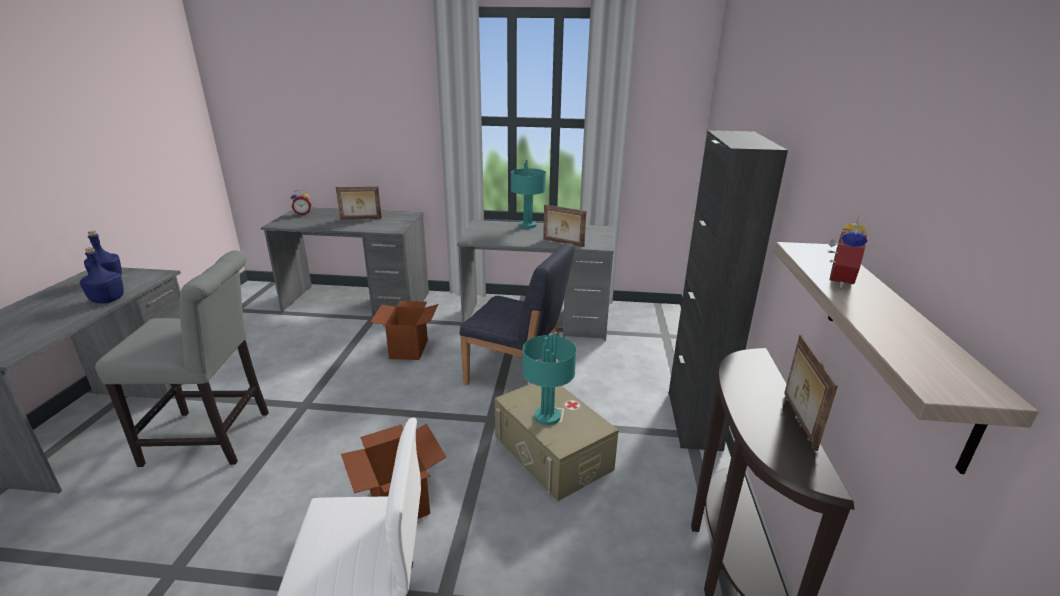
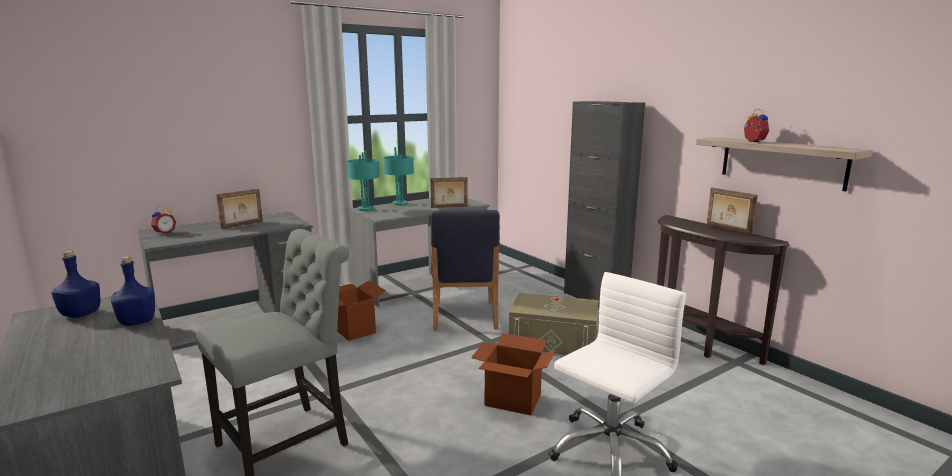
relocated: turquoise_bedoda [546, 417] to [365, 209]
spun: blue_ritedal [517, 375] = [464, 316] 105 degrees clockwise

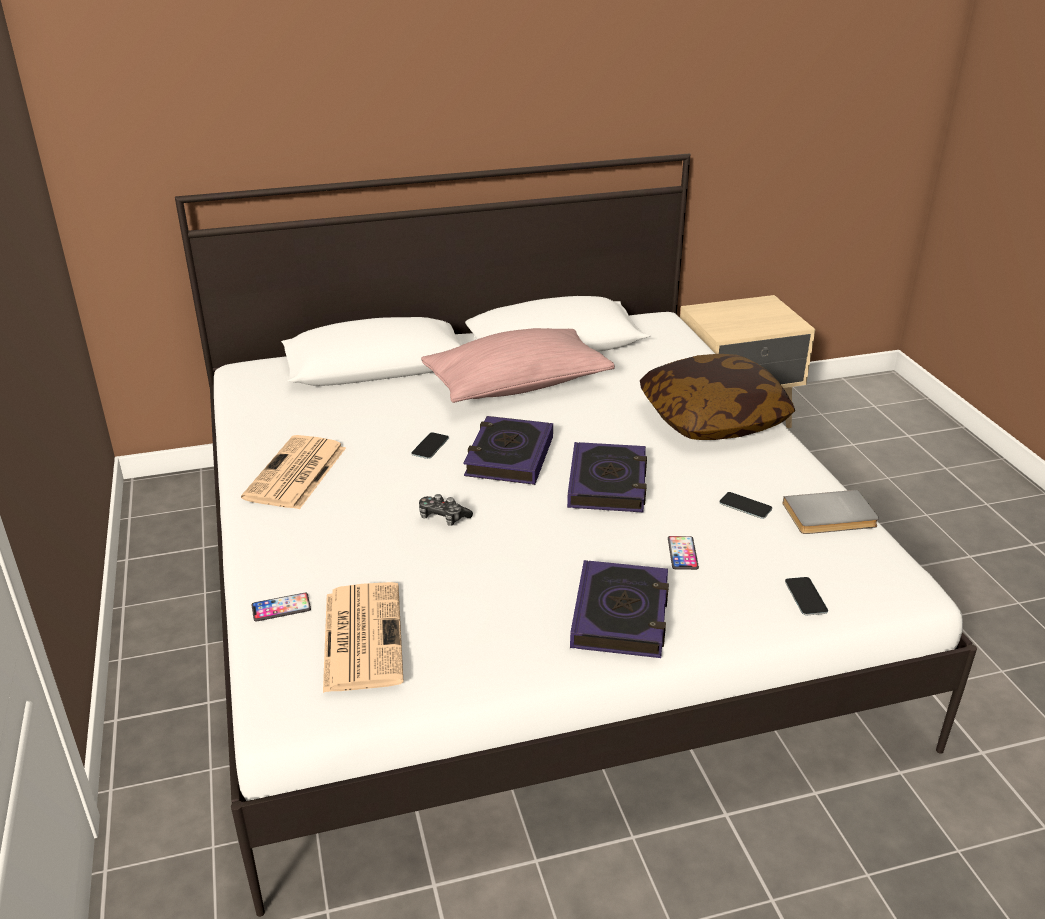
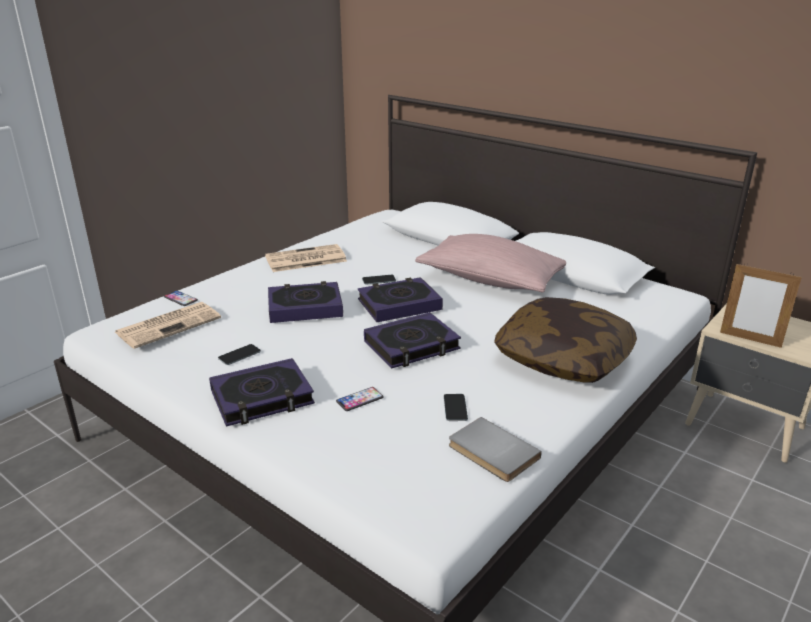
appeared: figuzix [750, 339]
relocated: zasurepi [805, 596] to [239, 355]
exchanged: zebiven [443, 517] to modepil [305, 307]

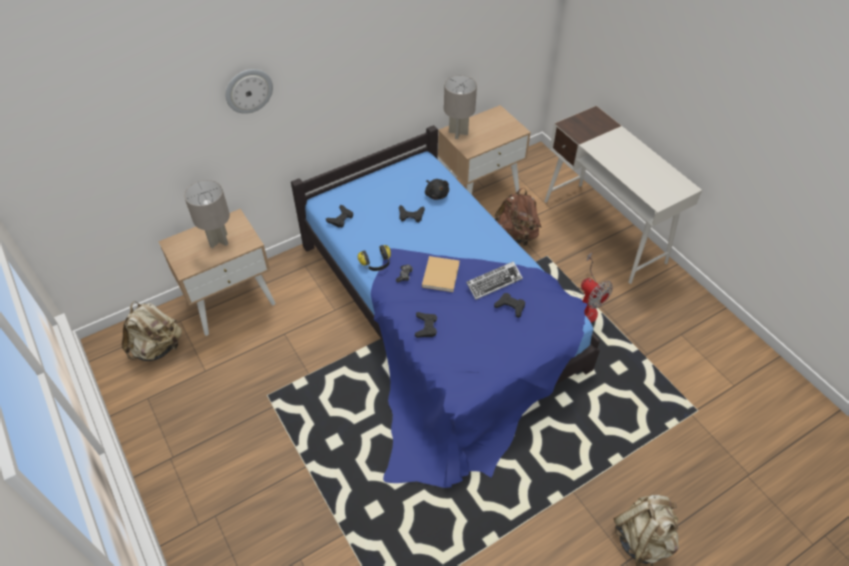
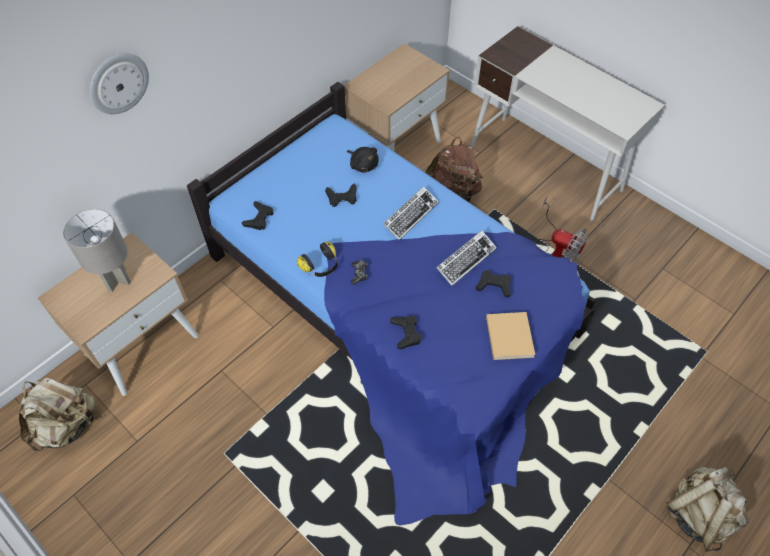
missing: grey_bedoda [458, 132]
appeared: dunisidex [410, 215]
relocated: beige_modepil [441, 274] to [509, 335]

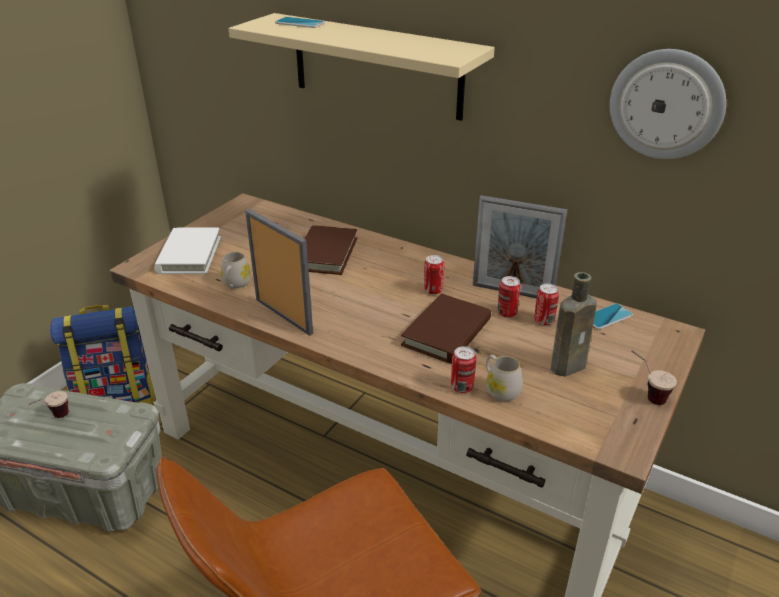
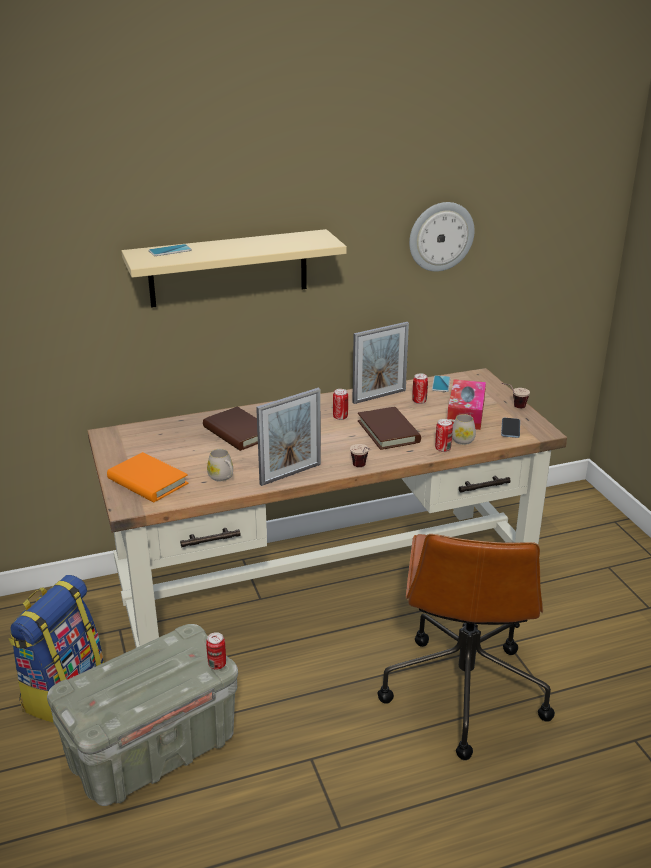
appeared: zasurepi [510, 429]
relocated: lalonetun [507, 313] to [217, 664]; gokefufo [54, 418] to [362, 468]
exchanged: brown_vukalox [569, 365] to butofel [465, 413]
colour: white_modepil [189, 255] to orange_modepil [147, 481]
spun: figuzix [283, 316] = [290, 474] 150 degrees clockwise

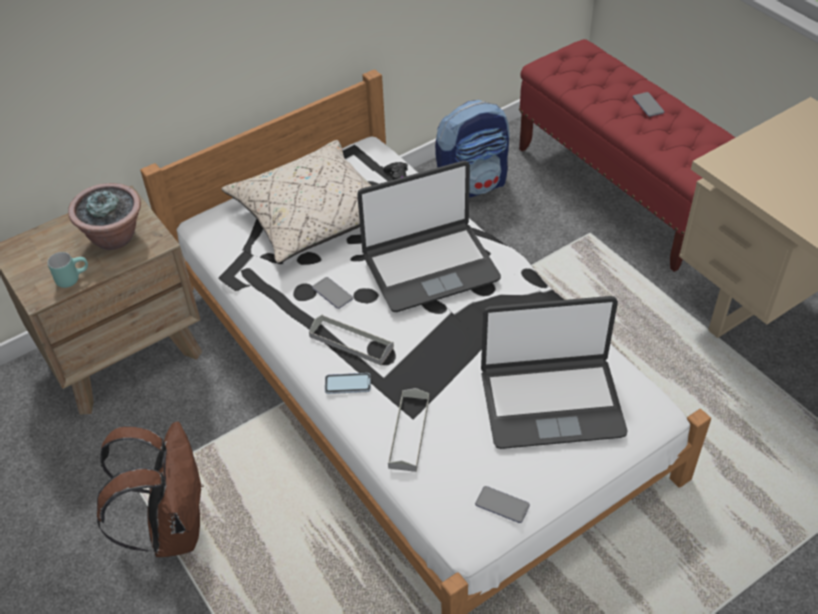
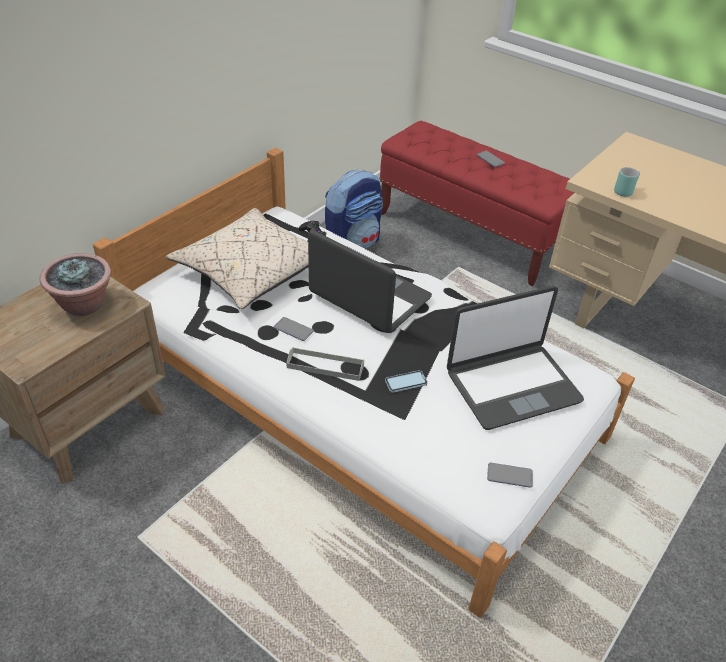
missing: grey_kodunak [409, 432]; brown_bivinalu [173, 527]
relocated: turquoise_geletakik [72, 278] to [624, 190]; zasurepi [347, 384] to [406, 382]
spun: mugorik [430, 267] = [369, 297] 105 degrees counterclockwise

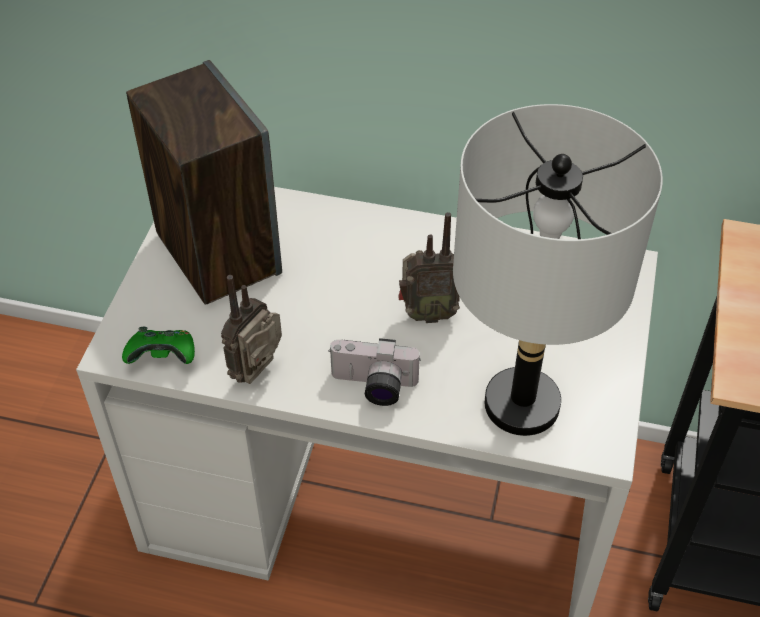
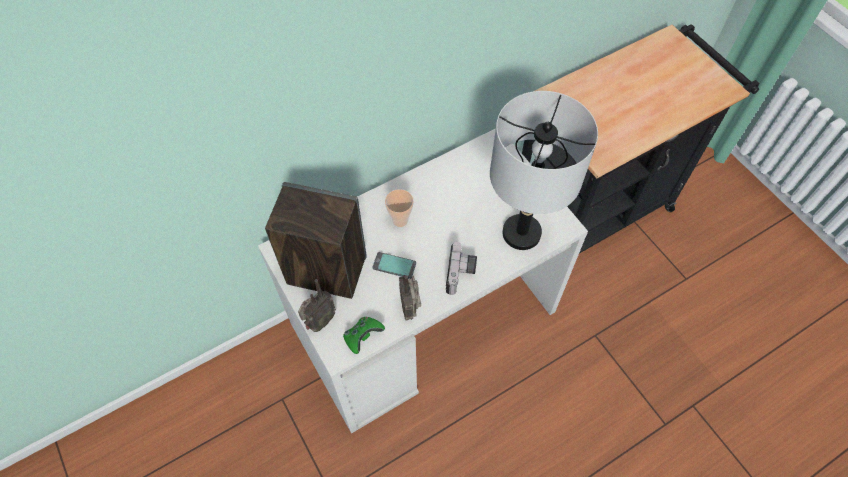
appeared: gokefufo [400, 220]; zasurepi [394, 266]
relocated: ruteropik [427, 313] to [319, 322]
spun: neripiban [373, 387] = [461, 274] 45 degrees counterclockwise

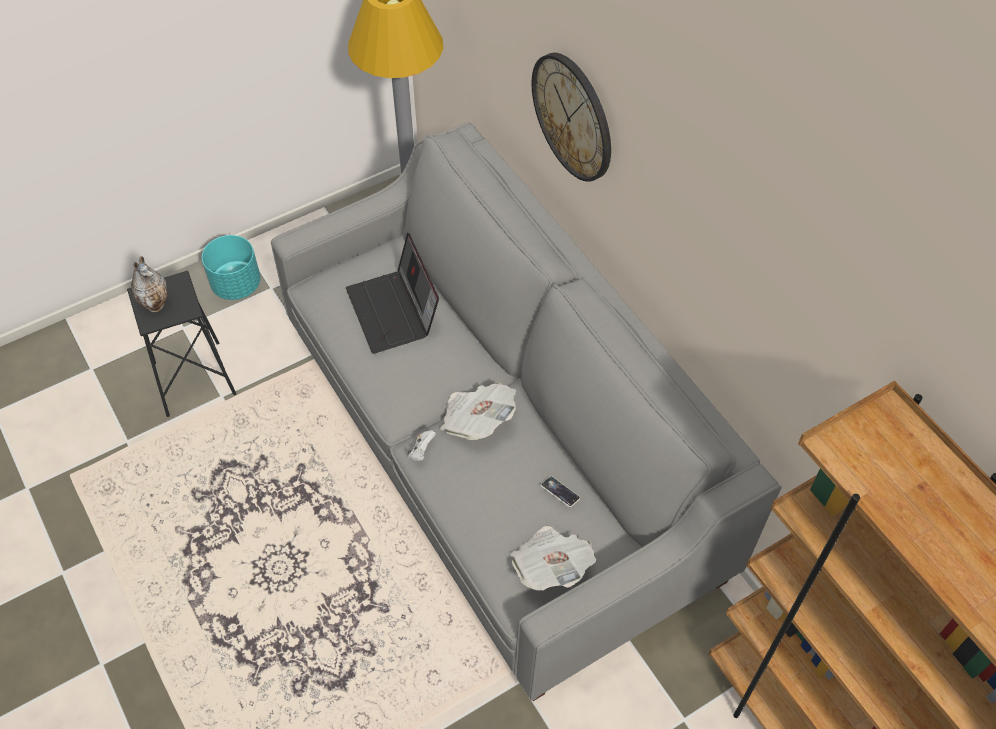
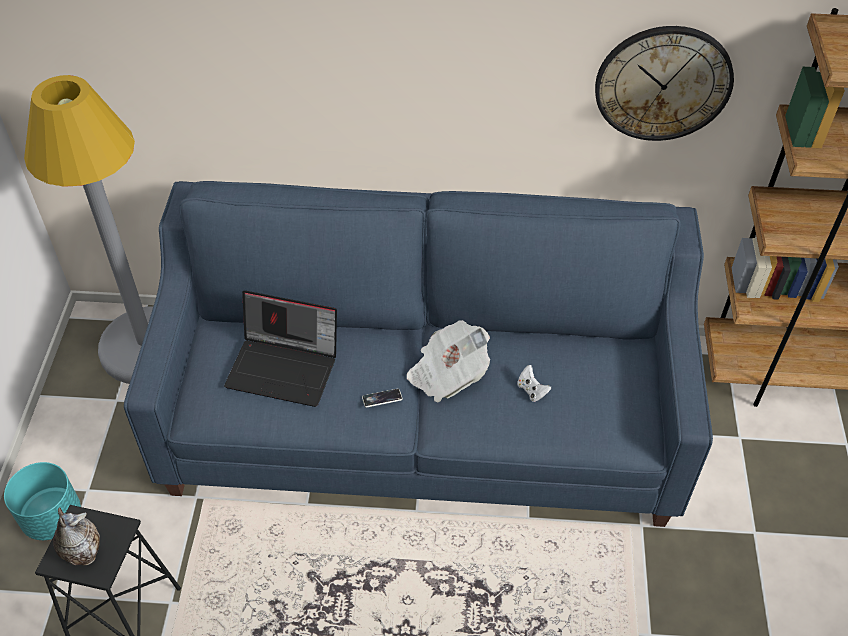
missing: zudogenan [551, 566]
relocated: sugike [573, 116] to [663, 83]; white_zebiven [421, 451] to [531, 390]; zasurepi [560, 493] to [382, 399]
colour: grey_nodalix [499, 452] to blue_nodalix [423, 416]

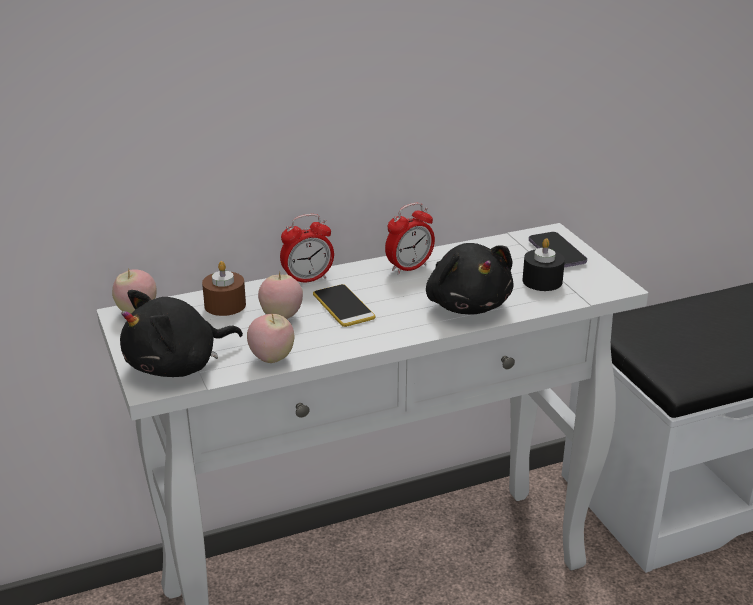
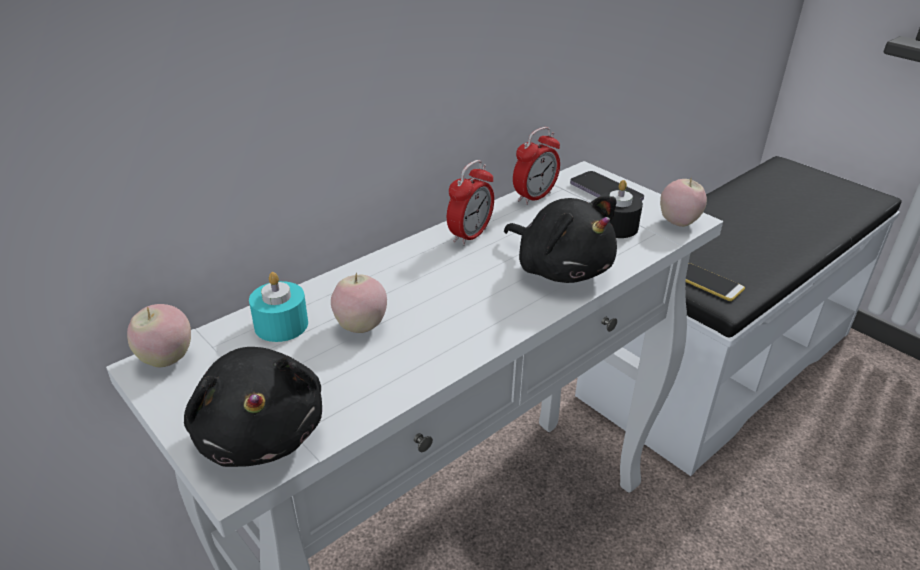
relocated: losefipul [307, 279] to [534, 197]; zasurepi [343, 306] to [708, 282]; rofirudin [271, 358] to [678, 223]
colour: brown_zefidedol [225, 305] to turquoise_zefidedol [281, 325]
spun: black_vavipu [177, 365] = [261, 432] 60 degrees counterclockwise

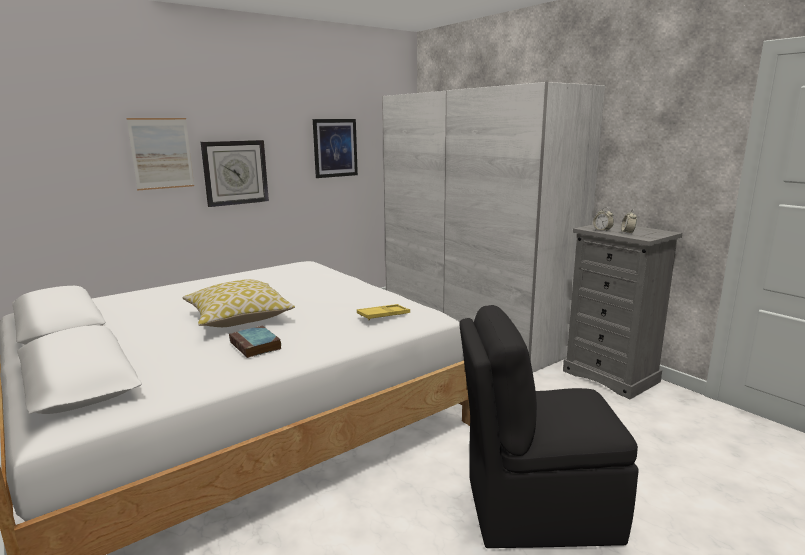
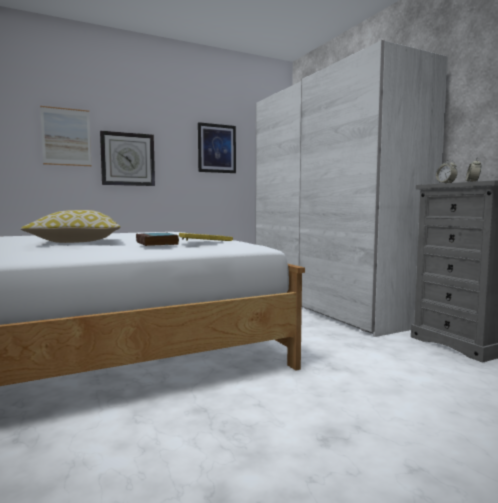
missing: black_ritedal [536, 508]
relocated: modepil [256, 346] to [157, 243]

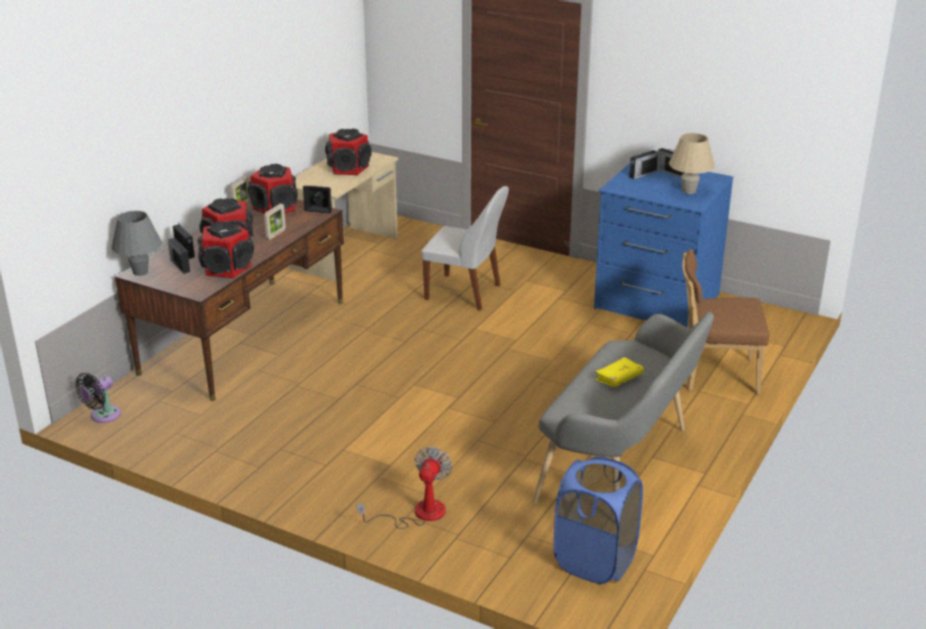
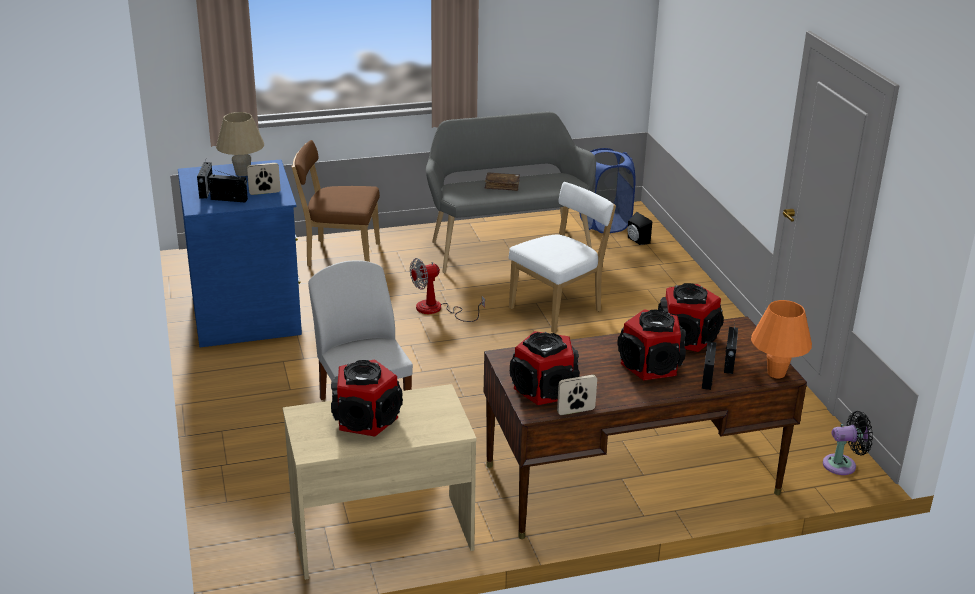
appeared: white_ritedal [559, 308]
relocated: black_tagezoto [320, 209] to [636, 240]; figuzix [276, 234] to [264, 193]; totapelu [418, 514] to [437, 310]
colour: grey_bedoda [140, 272] to orange_bedoda [776, 373]; yellow_modepil [619, 378] to brown_modepil [502, 185]
spun: brown_ritedal [715, 374] = [339, 255] 135 degrees clockwise

